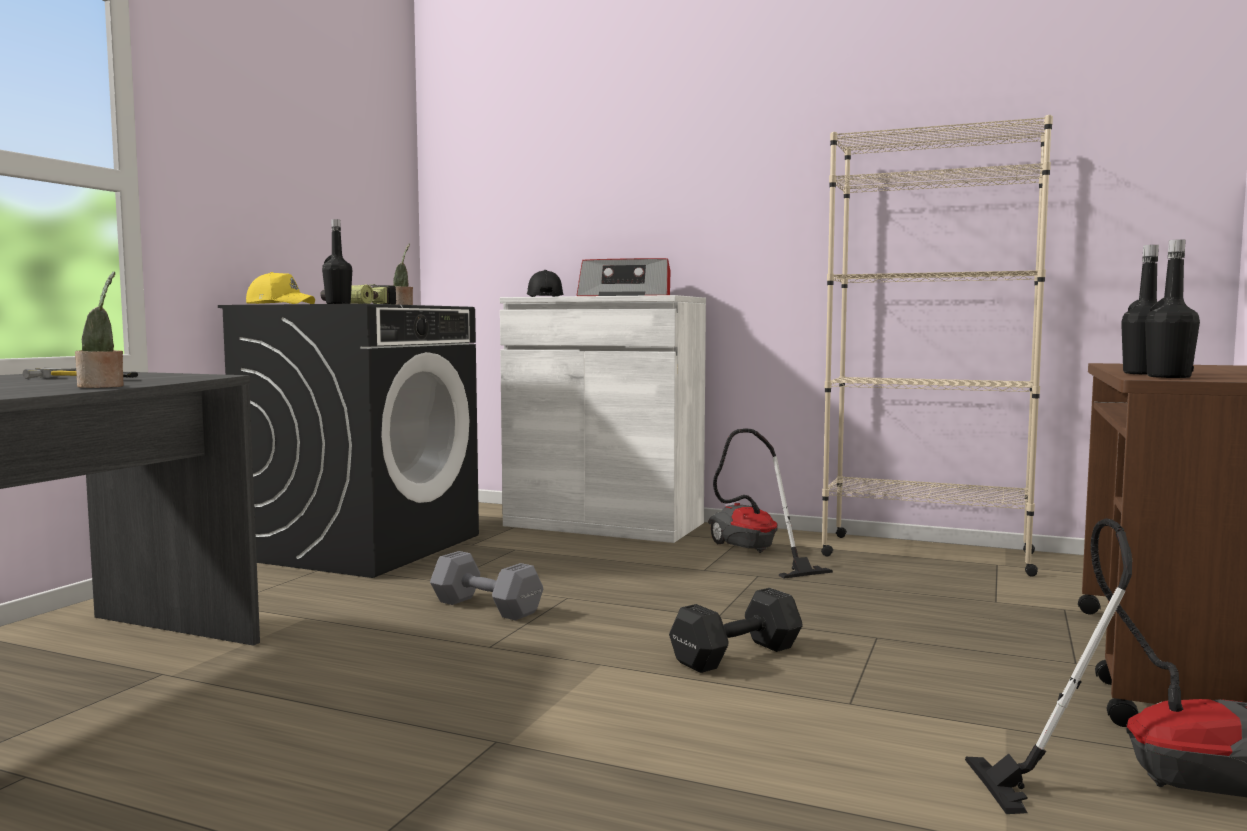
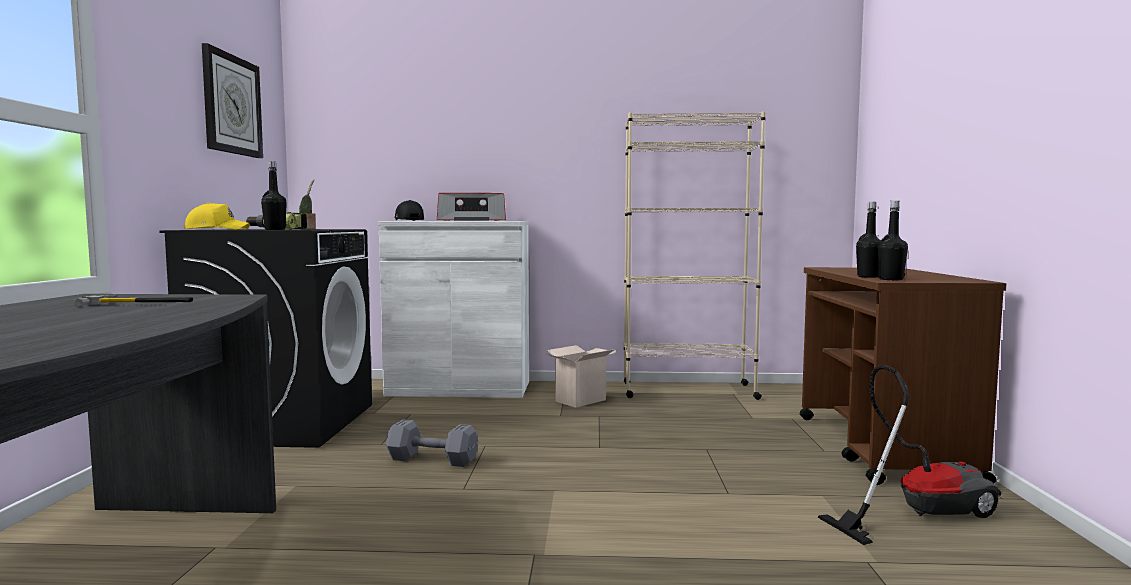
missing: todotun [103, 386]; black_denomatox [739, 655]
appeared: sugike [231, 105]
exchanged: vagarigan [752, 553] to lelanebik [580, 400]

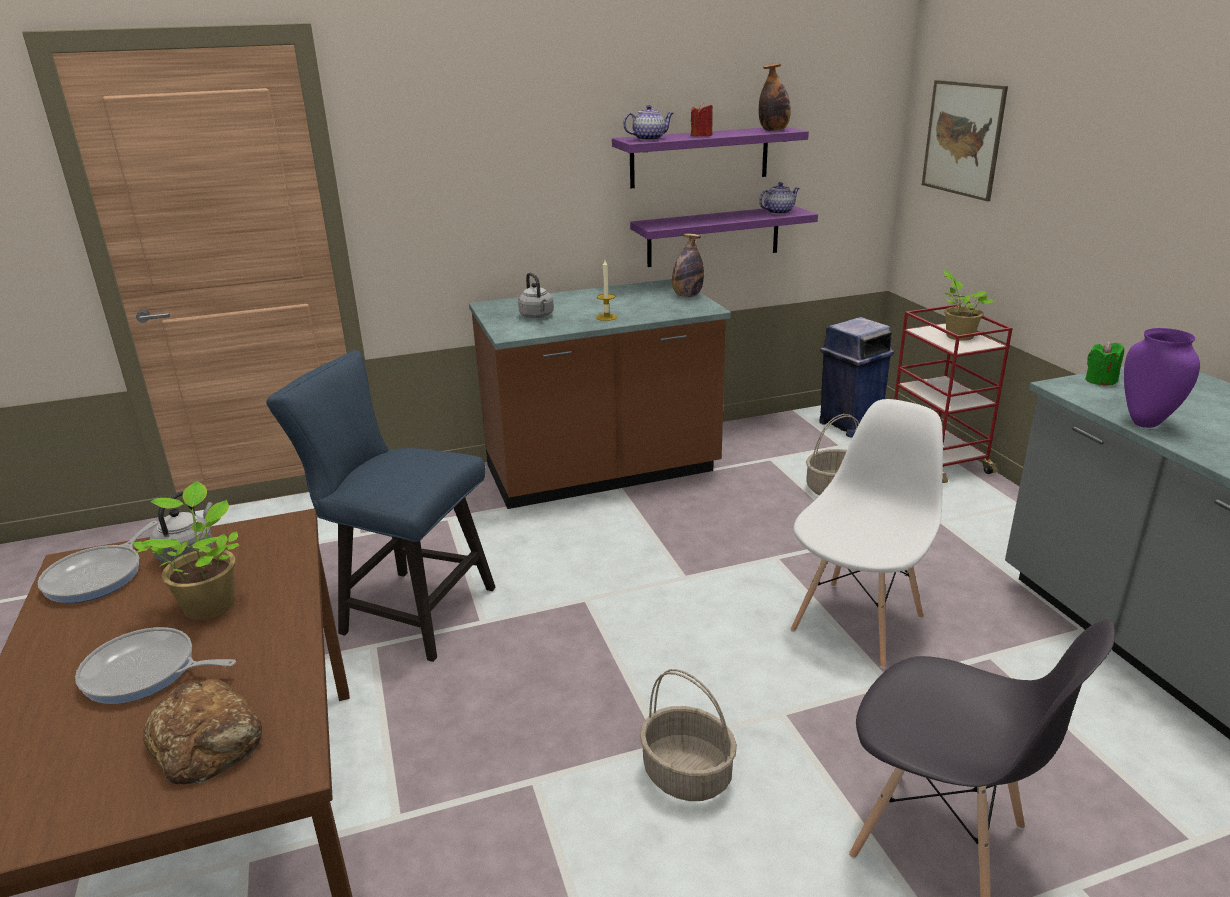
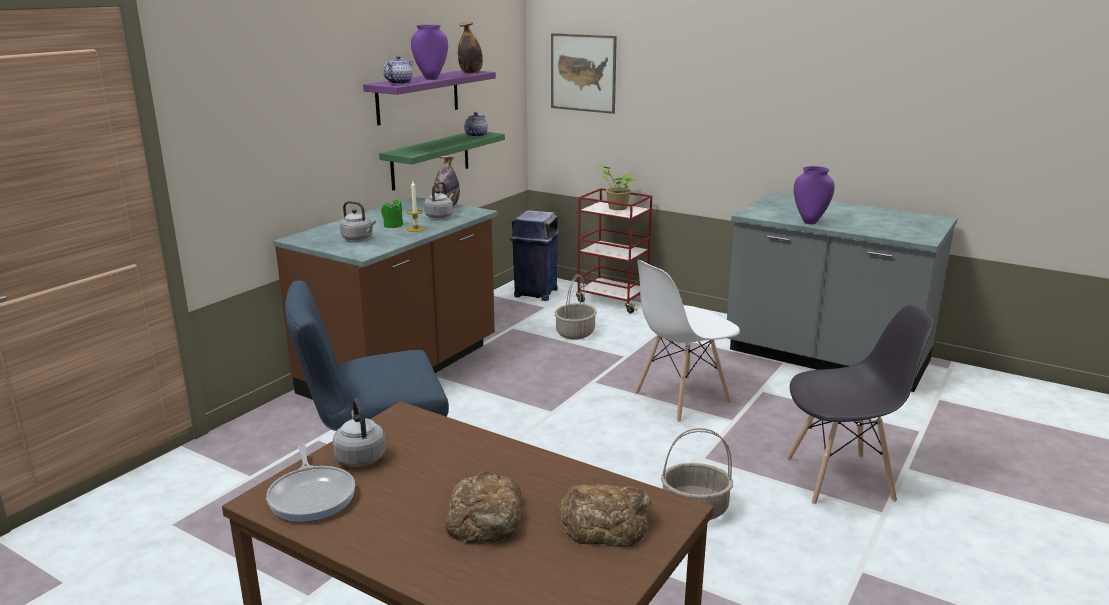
missing: todotun [210, 603]
appeared: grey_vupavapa [440, 216]
relocated: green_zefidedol [1100, 381] to [393, 225]
exchanged: red_zefidedol [701, 135] to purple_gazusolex [431, 78]; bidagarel [145, 672] to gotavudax [486, 518]
colour: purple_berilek [713, 236] to green_berilek [430, 160]
spun: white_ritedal [858, 622] = [681, 399] 120 degrees counterclockwise

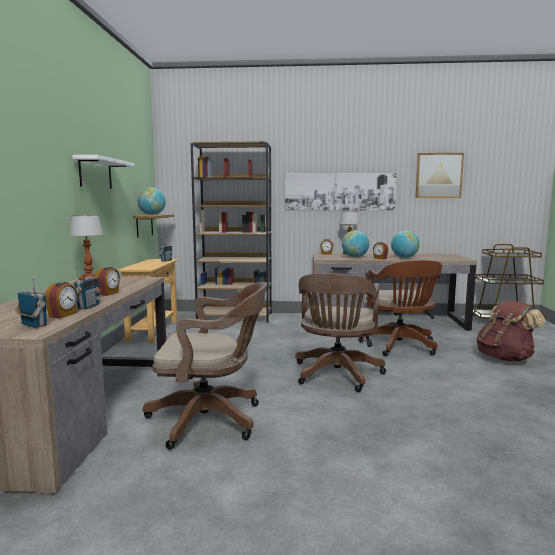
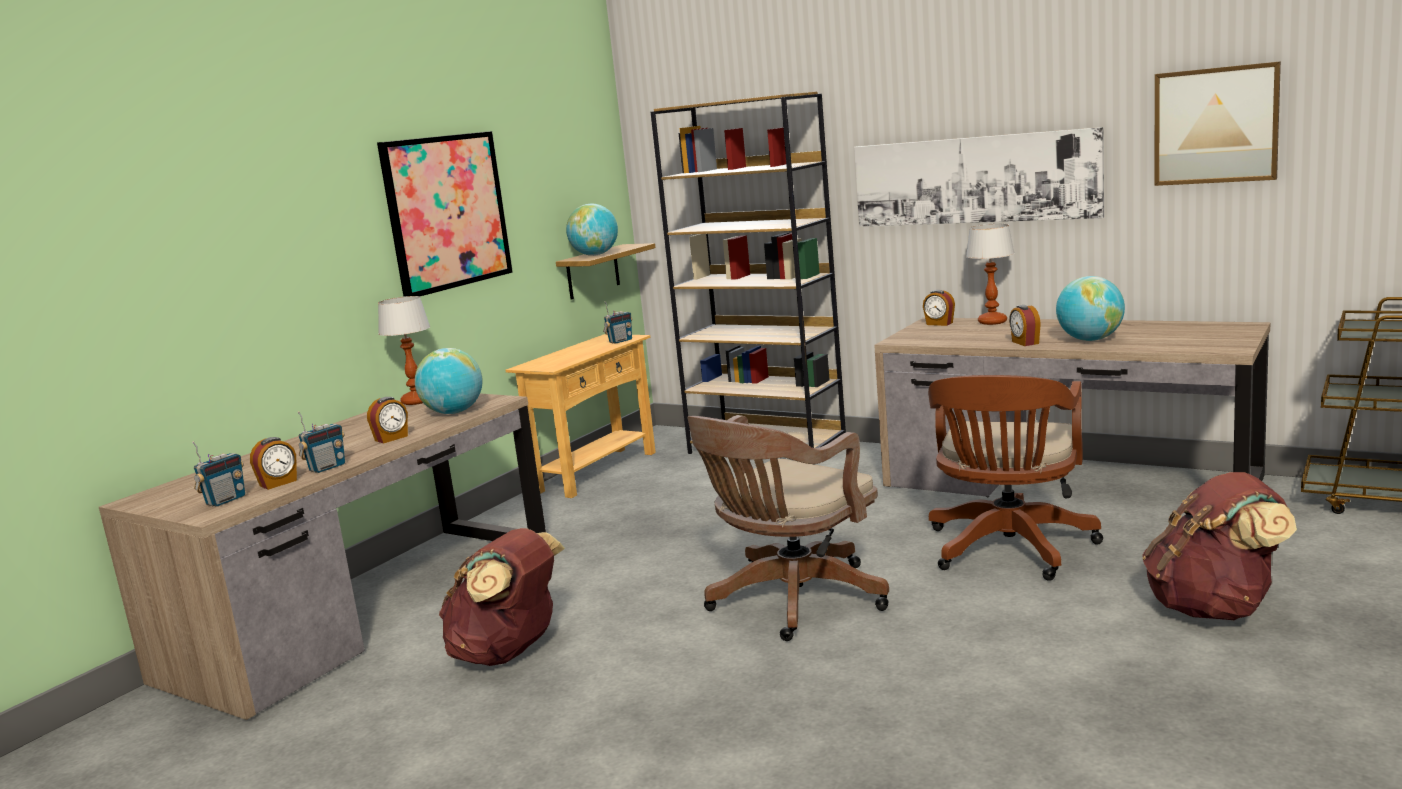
relocated: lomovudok [355, 257] to [454, 412]
exchanged: white_berilek [95, 173] to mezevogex [447, 212]; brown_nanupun [211, 420] to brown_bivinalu [509, 653]
spun: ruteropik [33, 325] = [225, 500] 60 degrees clockwise

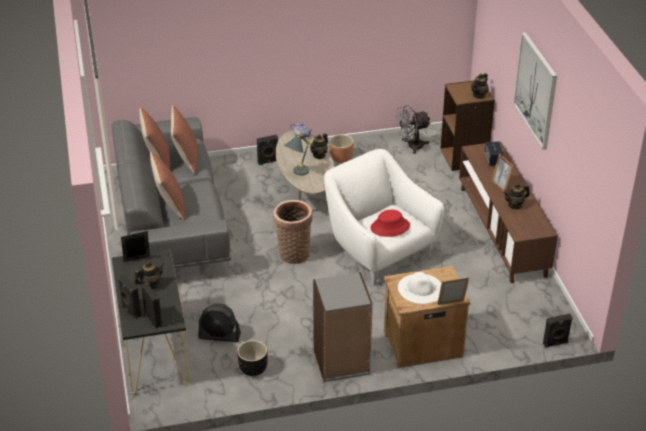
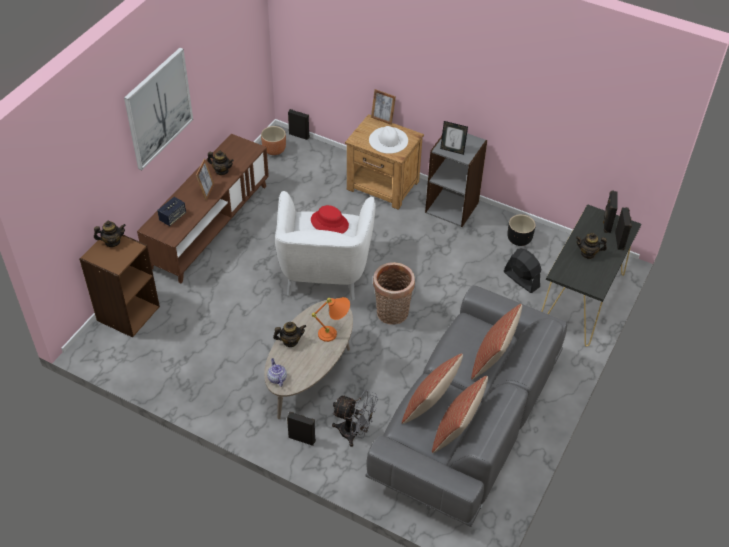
relocated: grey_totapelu [411, 146] to [354, 433]; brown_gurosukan [341, 158] to [274, 150]; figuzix [137, 260] to [452, 150]
colour: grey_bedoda [297, 173] to orange_bedoda [334, 333]

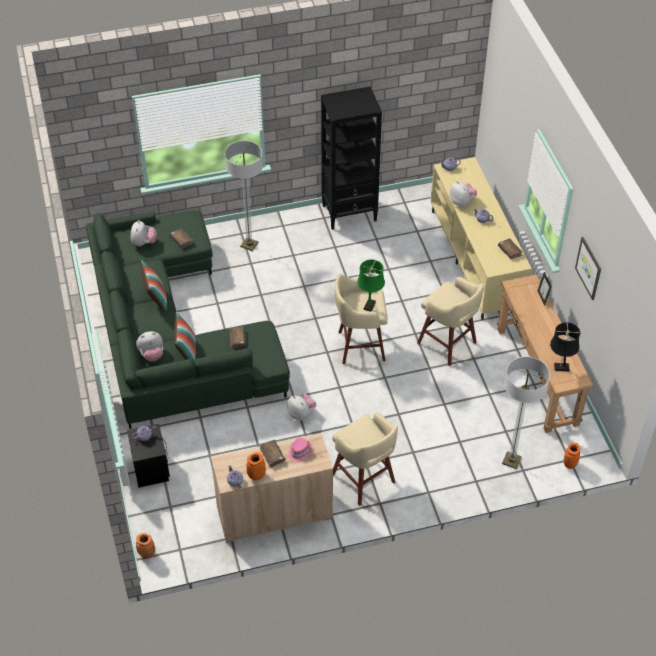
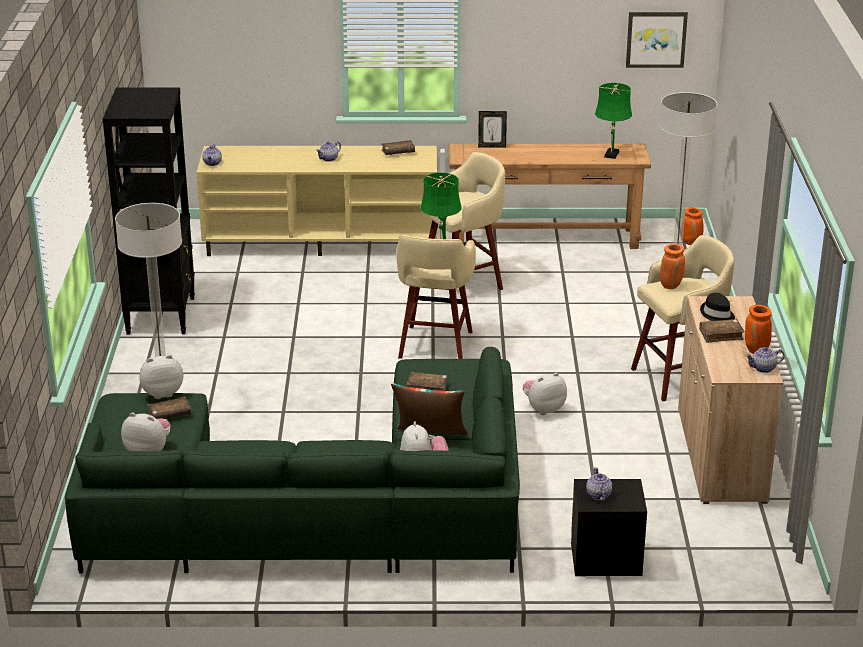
missing: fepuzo [156, 298]
relocated: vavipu [462, 202] to [162, 393]; mezevogex [589, 268] to [656, 39]; orange_gazusolex [147, 554] to [670, 285]
colour: black_bedoda [560, 367] to green_bedoda [611, 155]; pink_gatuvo [299, 451] to black_gatuvo [717, 315]

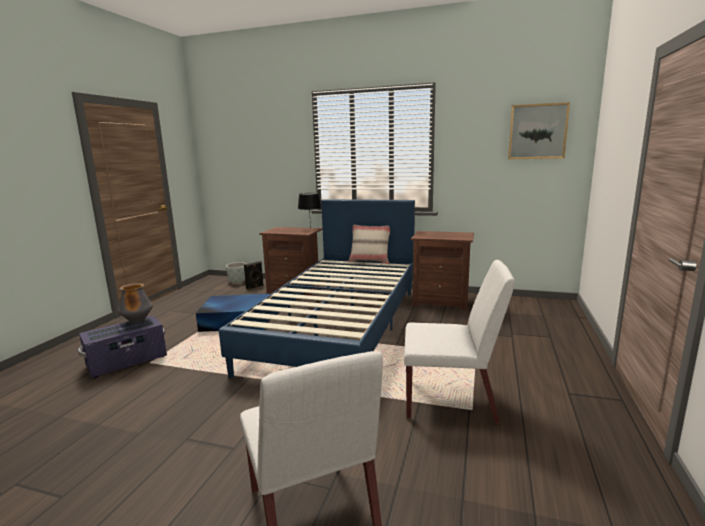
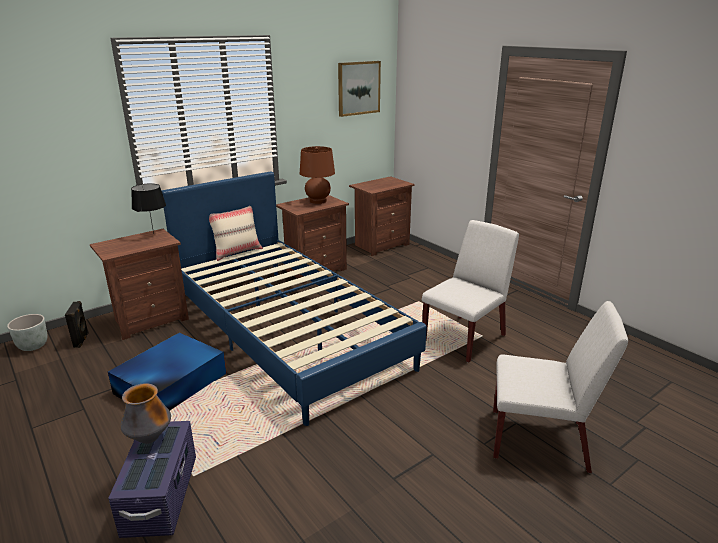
appeared: brown_bedoda [318, 201]; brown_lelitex [380, 245]

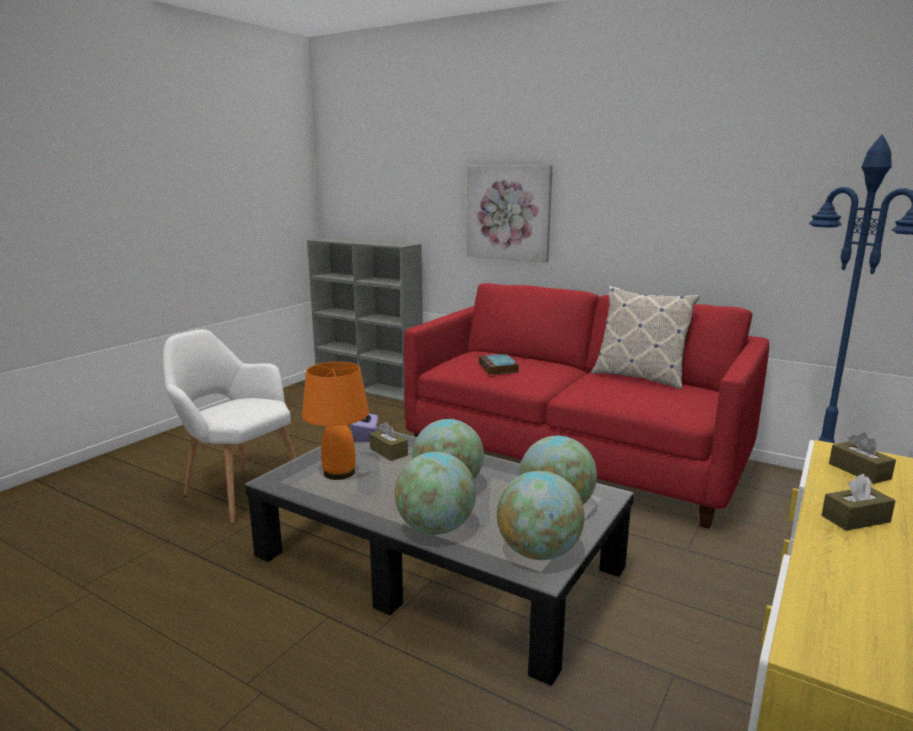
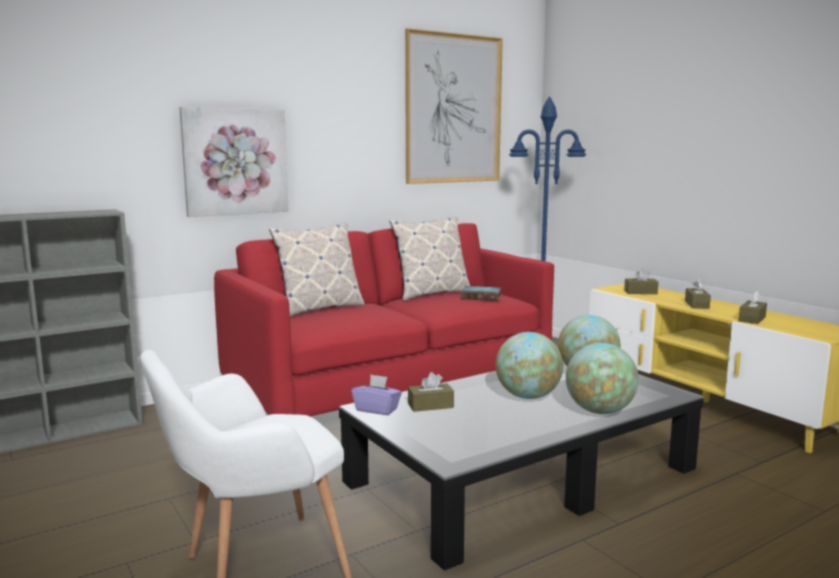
missing: orange_bedoda [339, 473]; lomovudok [538, 552]
appeared: mezevogex [453, 109]; fepuzo [319, 309]; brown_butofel [752, 319]
relocated: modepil [499, 368] to [482, 297]

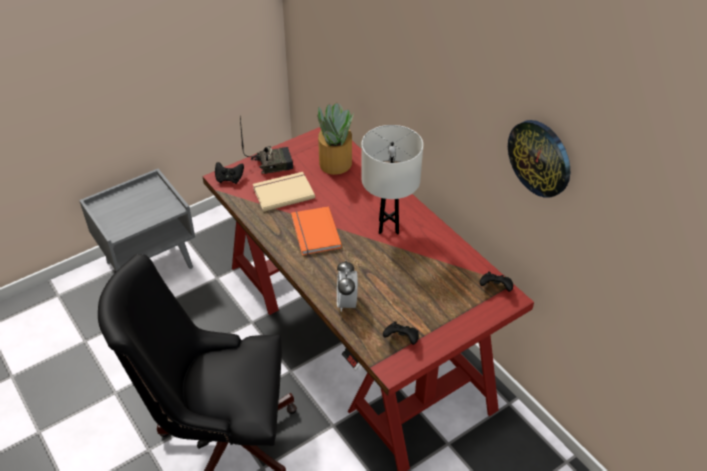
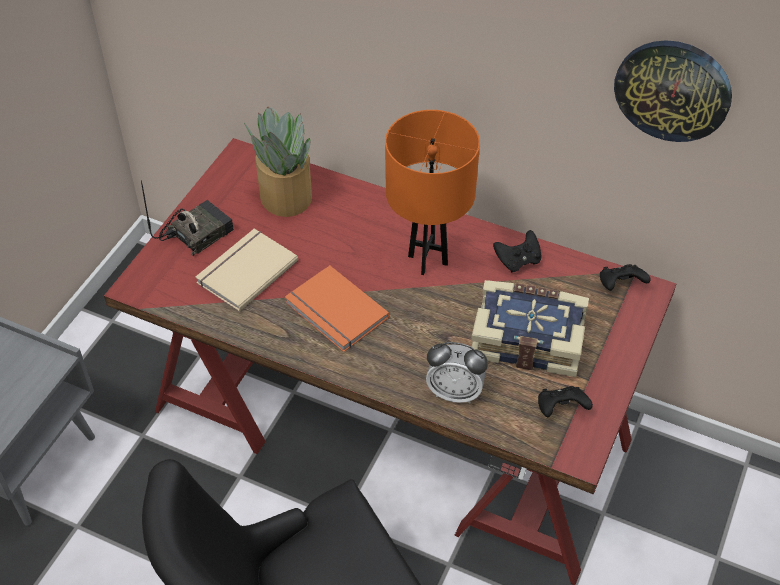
appeared: modepil [528, 337]
relocated: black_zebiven [229, 179] to [518, 261]
colour: white_bedoda [388, 227] to orange_bedoda [427, 260]
spun: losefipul [347, 303] = [455, 392] 45 degrees counterclockwise

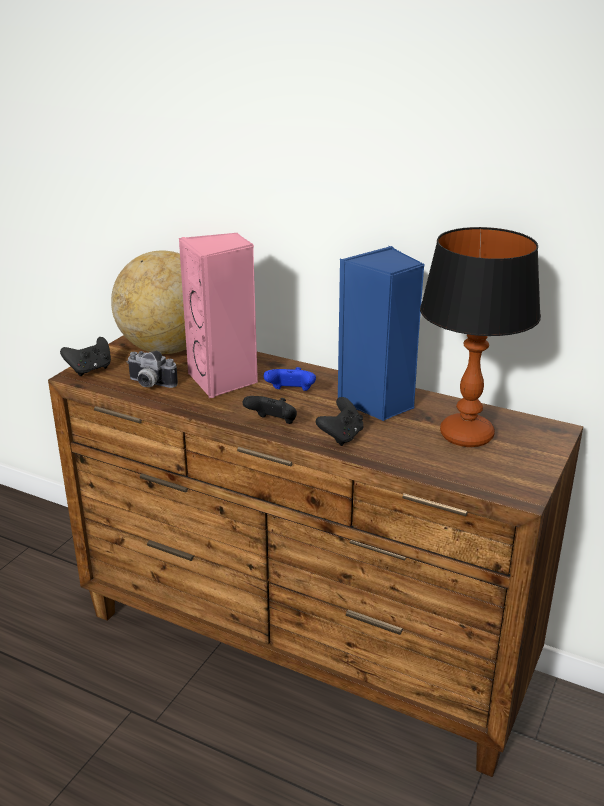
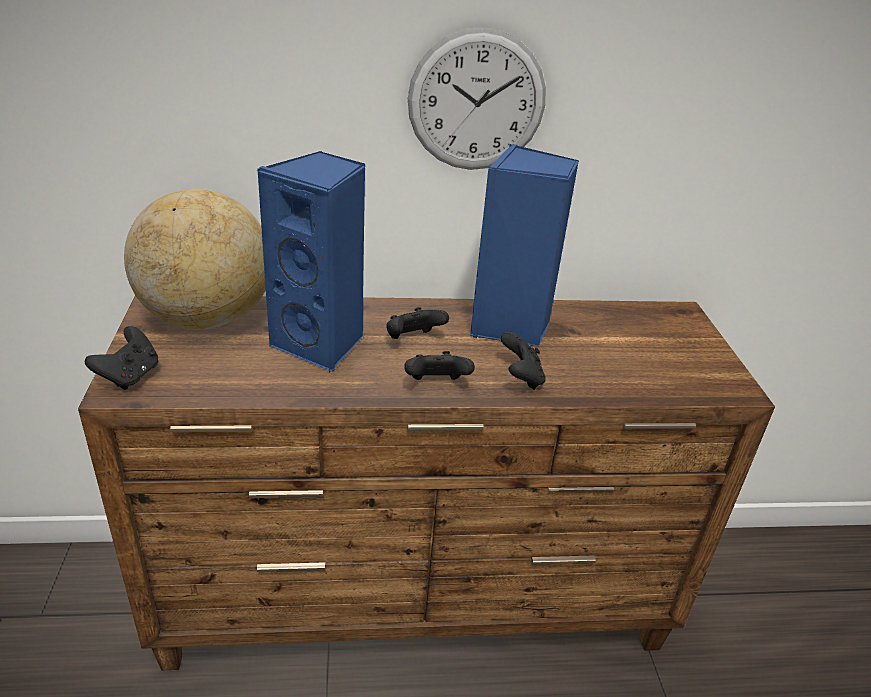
missing: bedoda [466, 435]; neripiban [149, 384]
appeared: sugike [477, 101]
colour: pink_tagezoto [224, 380] to blue_tagezoto [322, 344]; blue_zebiven [290, 393] to black_zebiven [413, 340]

